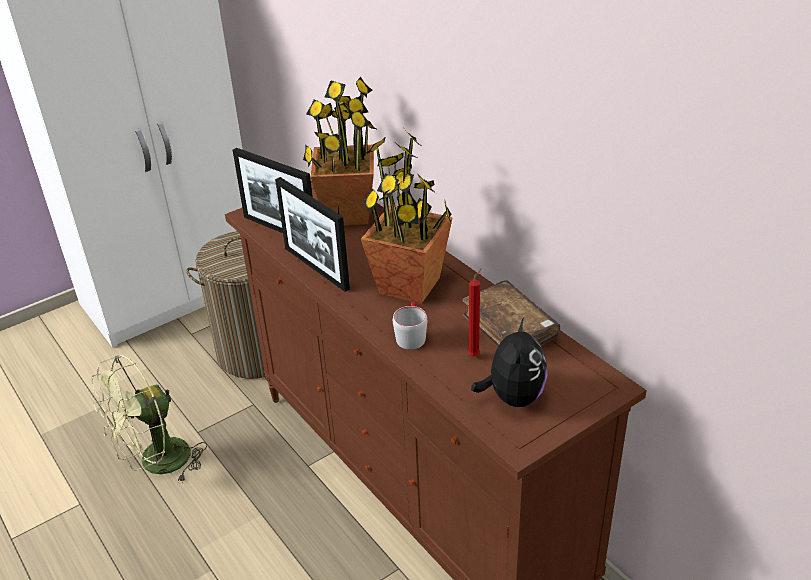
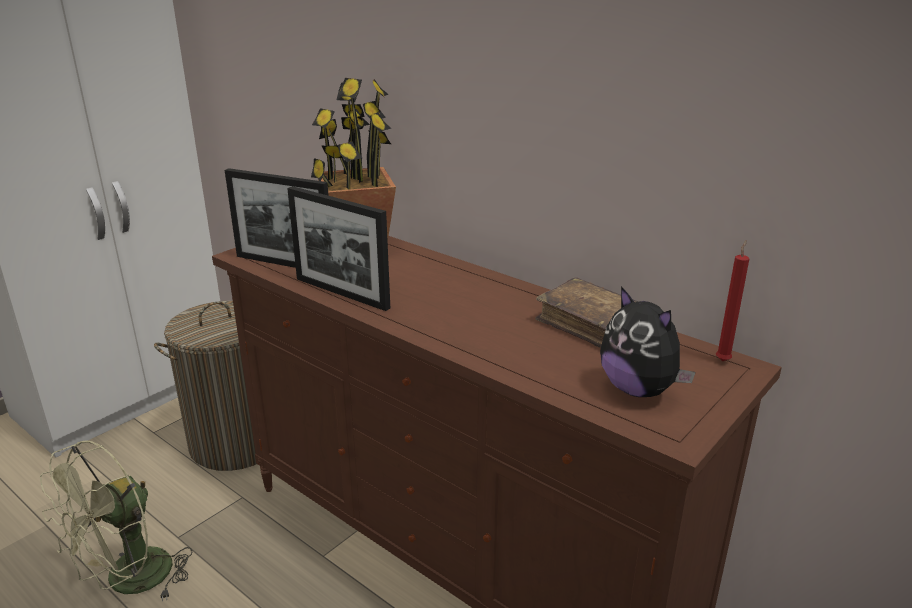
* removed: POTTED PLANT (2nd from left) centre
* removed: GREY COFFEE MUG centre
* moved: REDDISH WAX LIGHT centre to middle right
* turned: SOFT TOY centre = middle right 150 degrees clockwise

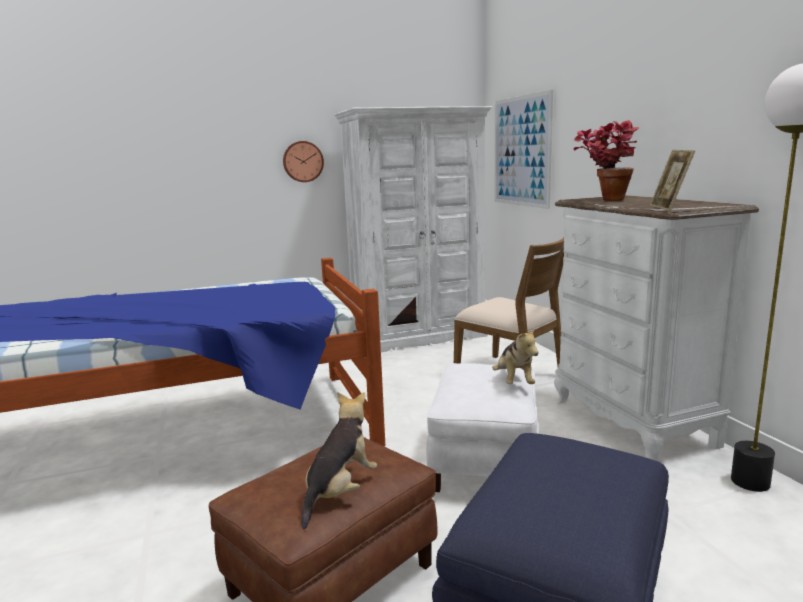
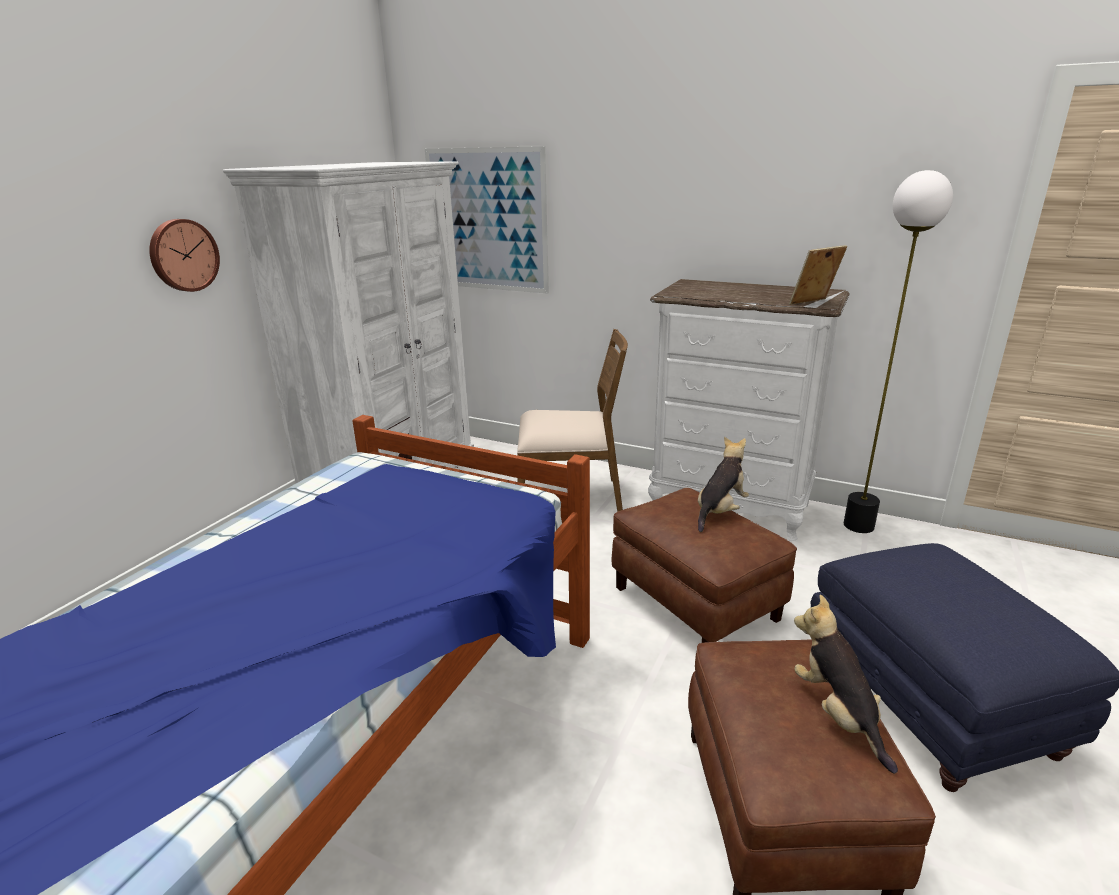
* recoloured: WHITISH POUFFE bottom centre to BROWN POUFFE (1st from left) centre
* turned: SOFT TOY (2nd from left in the first image) centre = centre 90 degrees counterclockwise
* removed: POTTED PLANT top right
* turned: PHOTO FRAME top right = top right 105 degrees clockwise

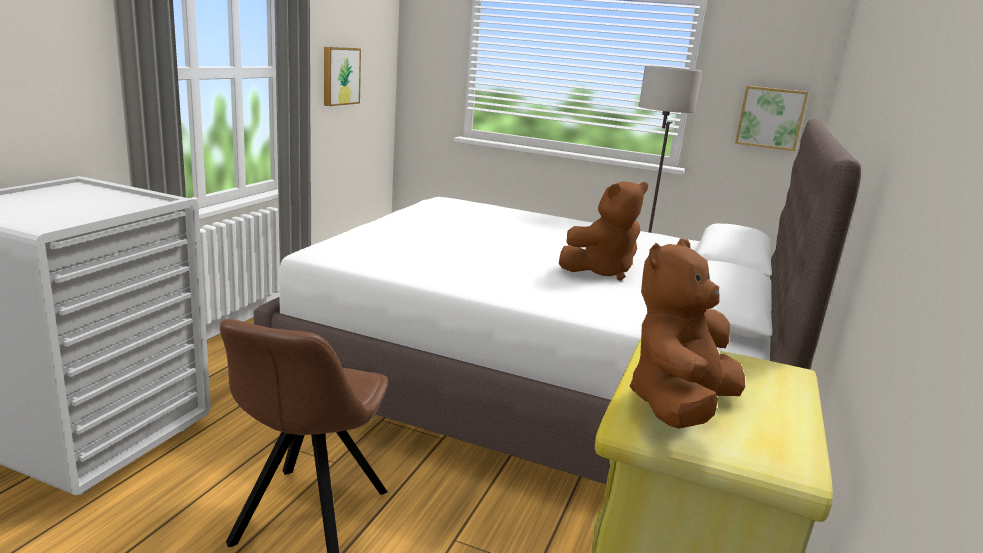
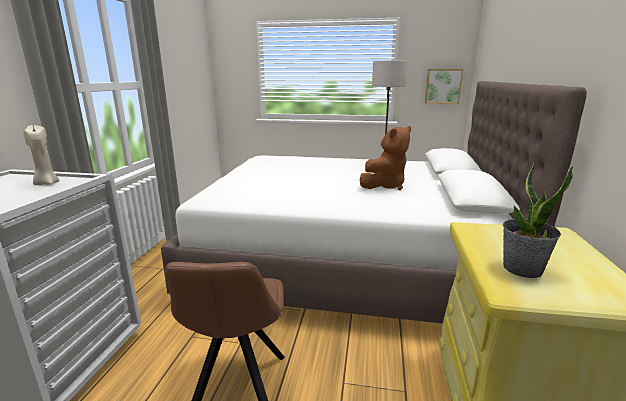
* removed: WALL ART (1st from left) top centre
* replaced: BROWN SOFT TOY (2nd from left) middle right to POTTED PLANT middle right
* added: SAND-COLOURED WAX LIGHT middle left

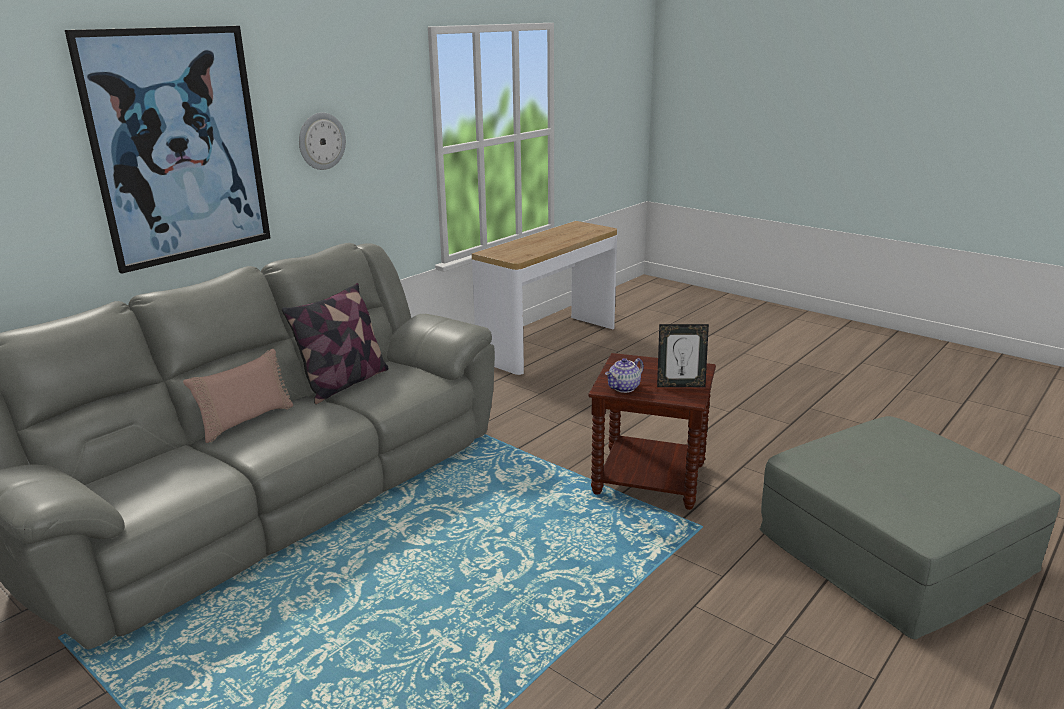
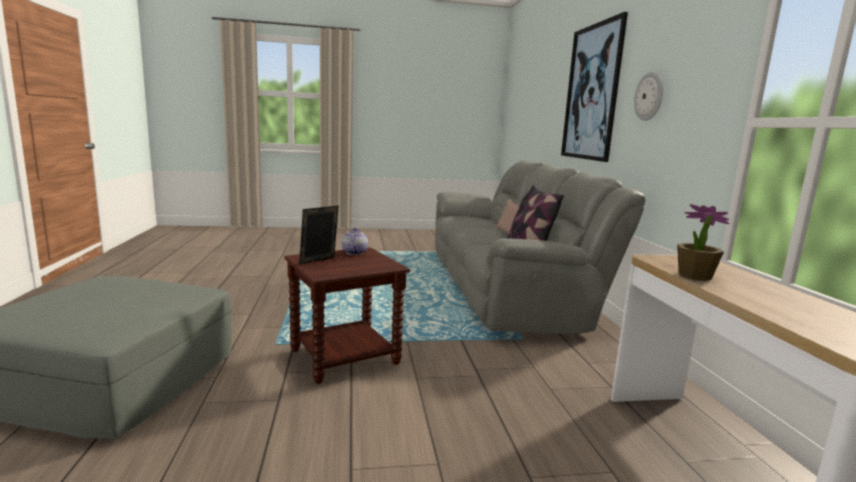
* added: POTTED PLANT middle right

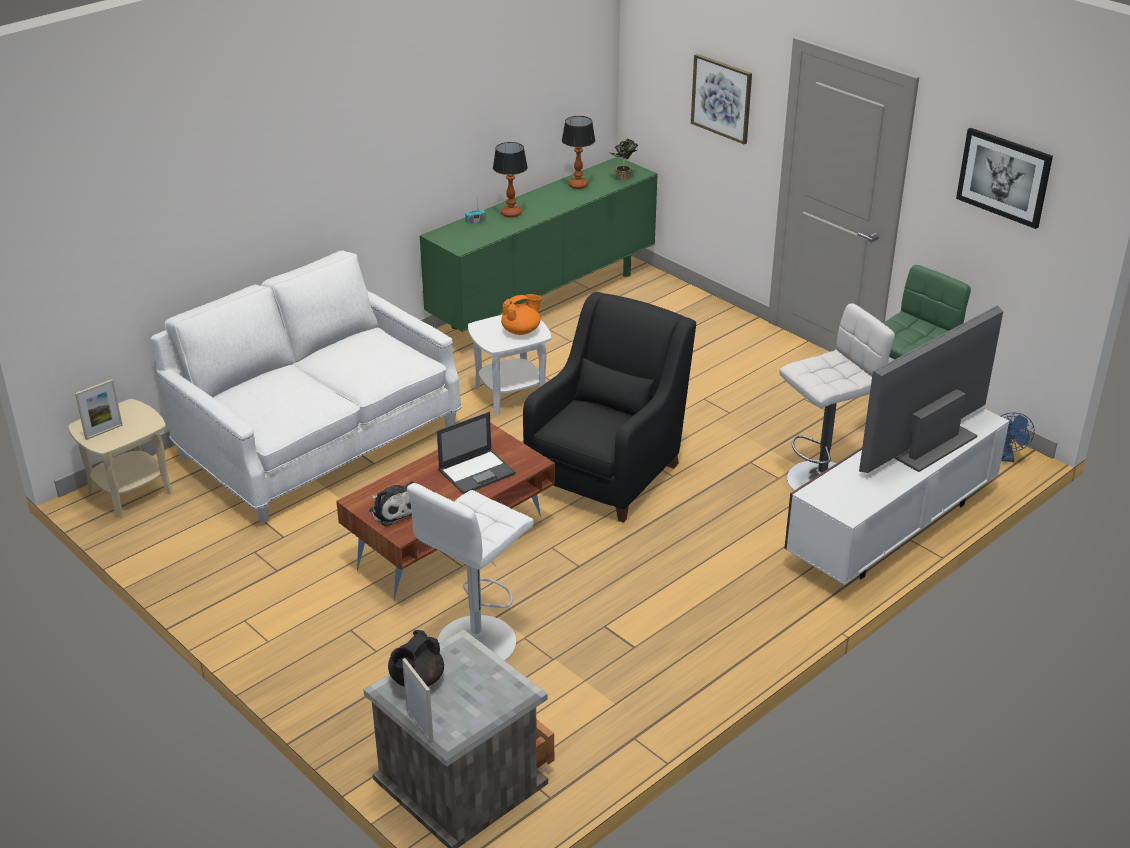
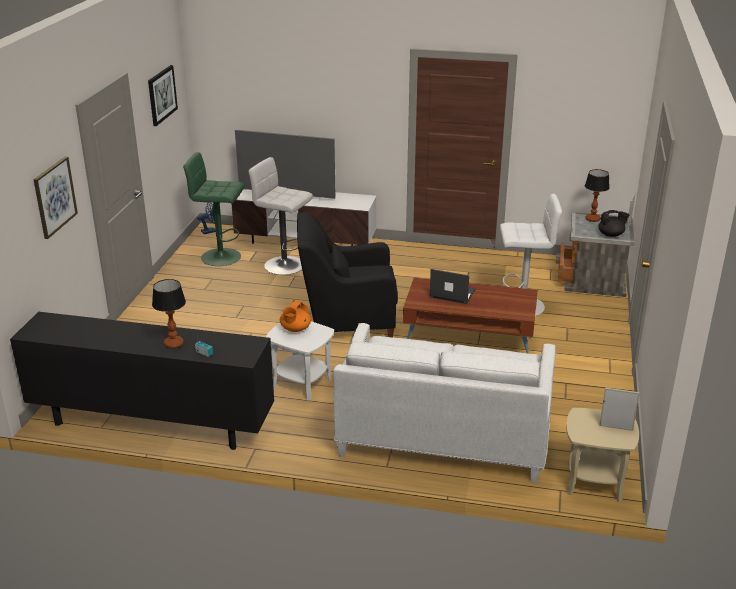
* removed: SOFT TOY centre
* recoloured: GREEN-COLOURED CABINET top centre to BLACK CABINET middle left
* turned: ORANGE TEAPOT centre = centre 90 degrees counterclockwise
* moved: TABLE LAMP (2nd from left) top centre to top right
* removed: POTTED PLANT top centre

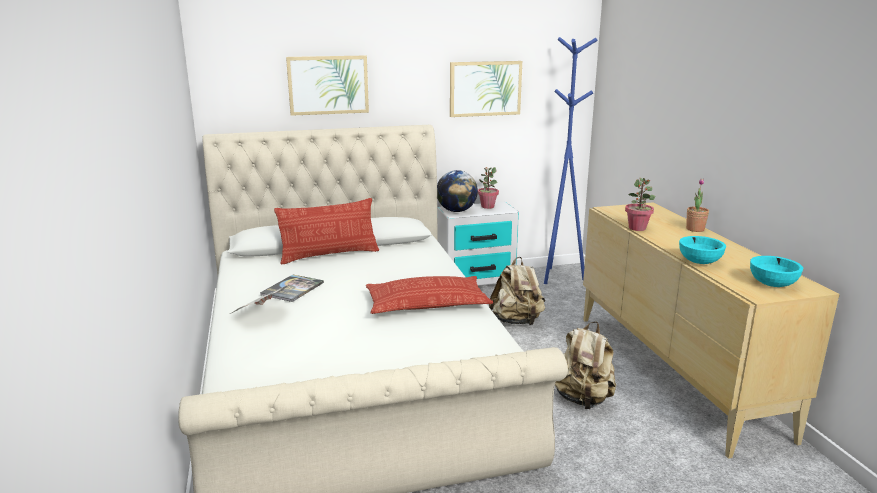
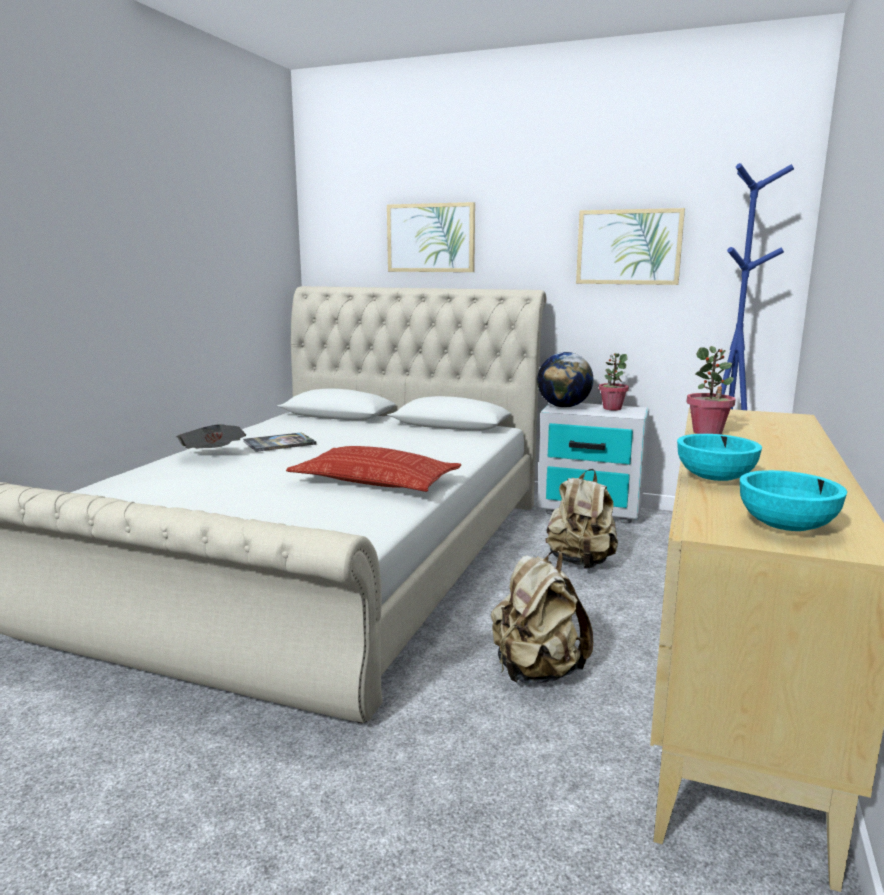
* removed: THROW PILLOW (1st from left) centre
* removed: POTTED PLANT (3rd from left) middle right

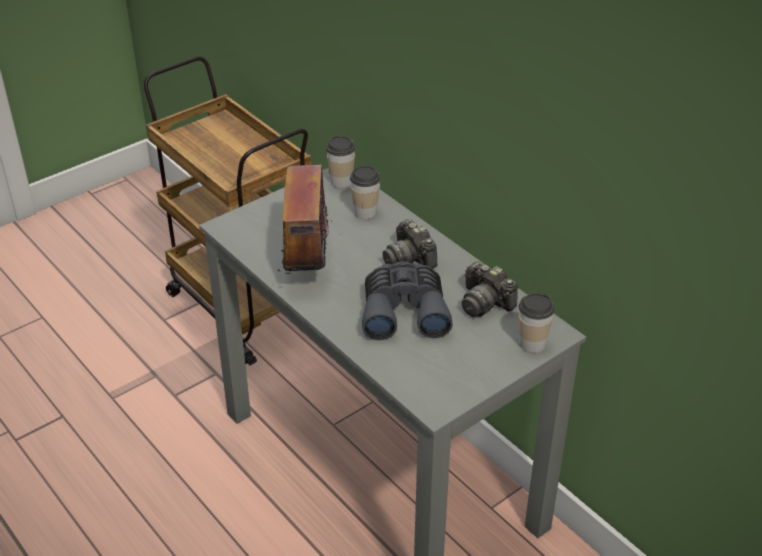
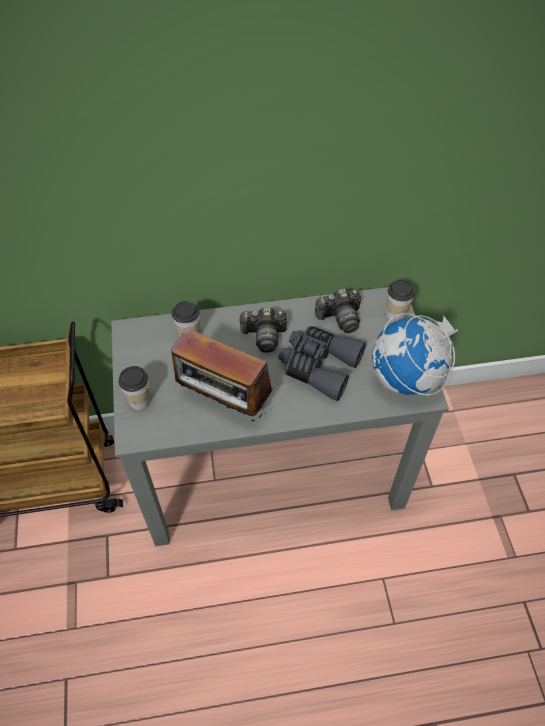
* moved: CUP (1st from left) top centre to middle left
* added: WORLD GLOBE middle right

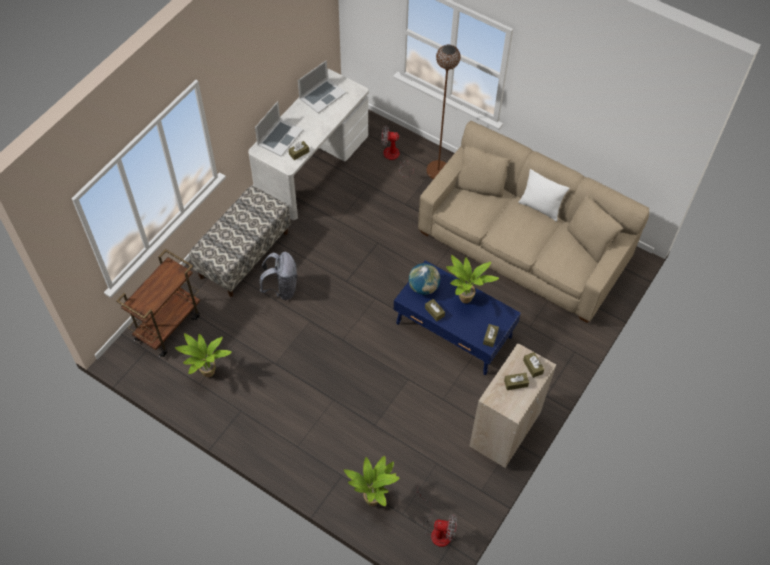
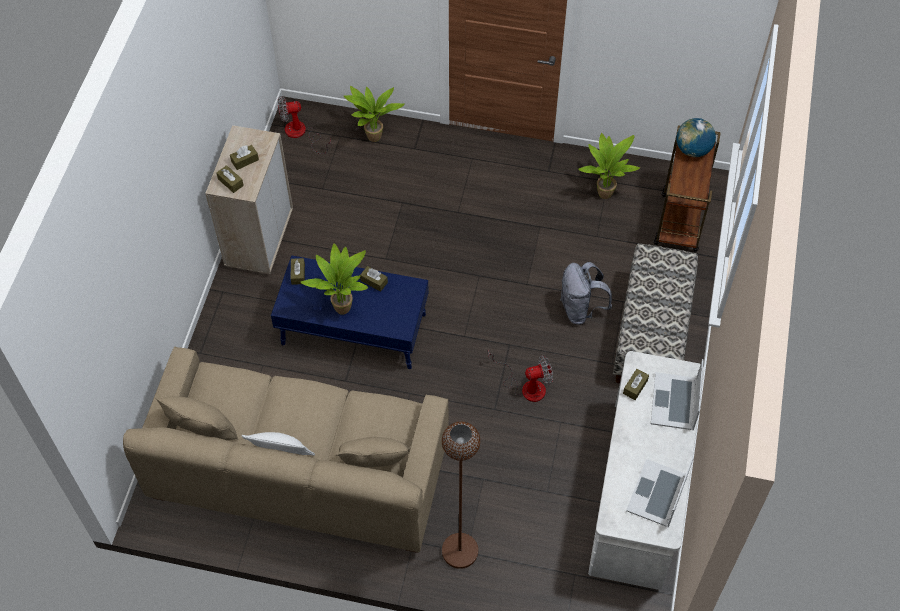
* moved: FAN (1st from left in the first image) top centre to FAN (2nd from left) centre
* moved: WORLD GLOBE centre to top right

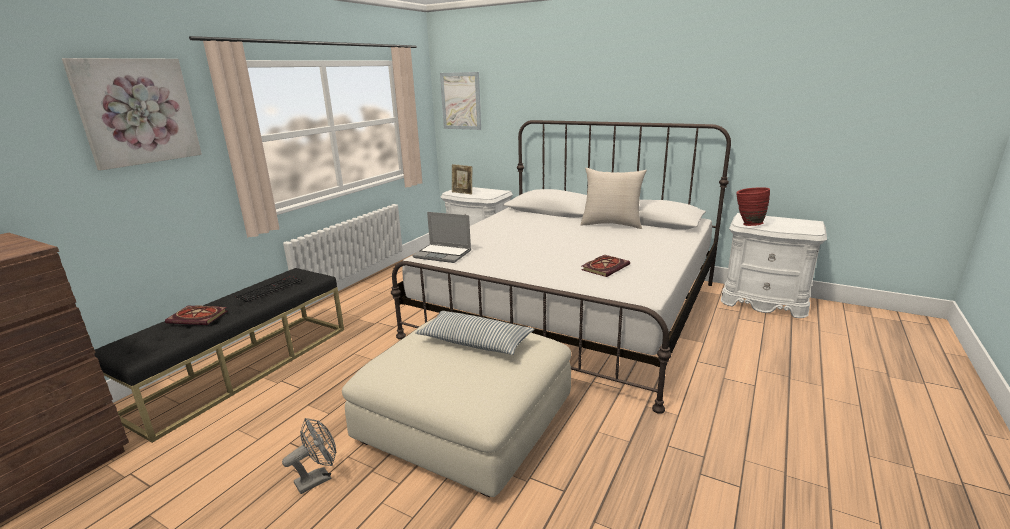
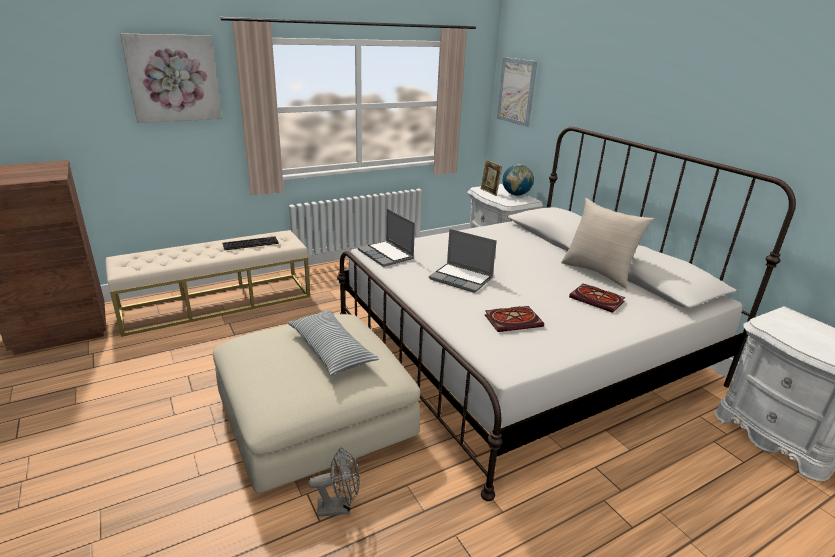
* recoloured: BLACK BENCH bottom left to SAND-COLOURED BENCH middle left
* moved: VOLUME (1st from left in the first image) middle left to VOLUME (2nd from left) middle right
* moved: GREY FAN bottom left to bottom centre
* removed: REDDISH DECORATIVE VASE middle right
* added: LAPTOP (2nd from left) centre
* added: WORLD GLOBE top centre

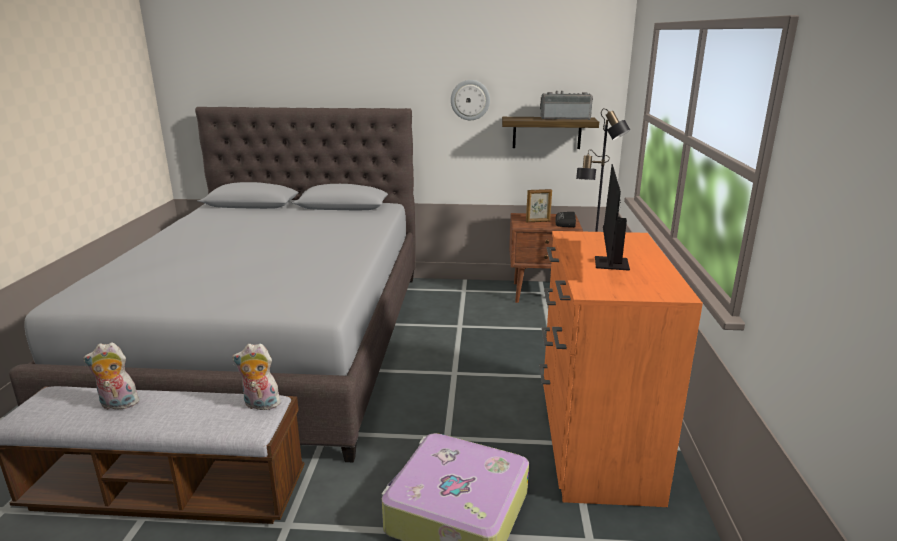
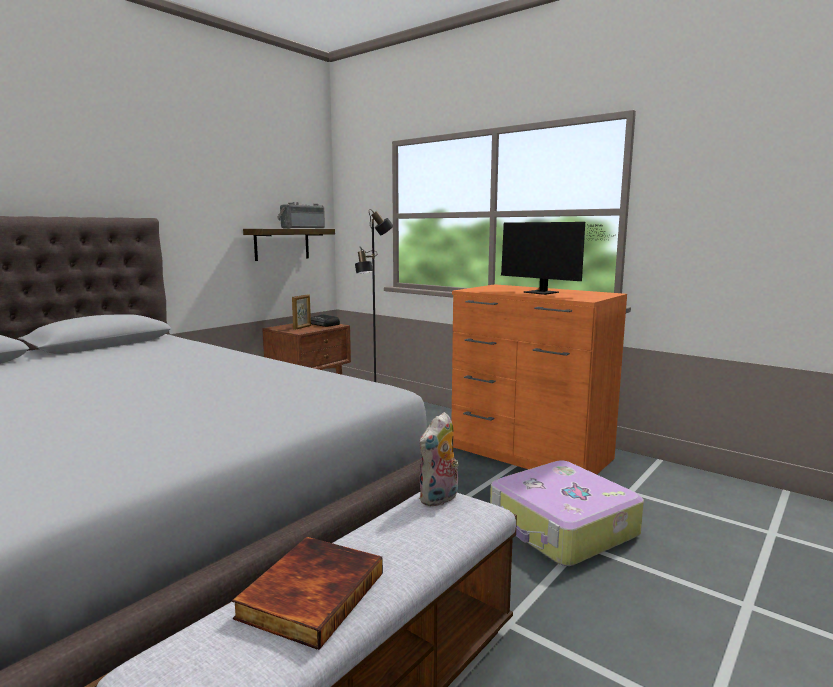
* replaced: SOFT TOY (1st from left) bottom left to VOLUME bottom centre
* removed: HANGING CLOCK top centre

